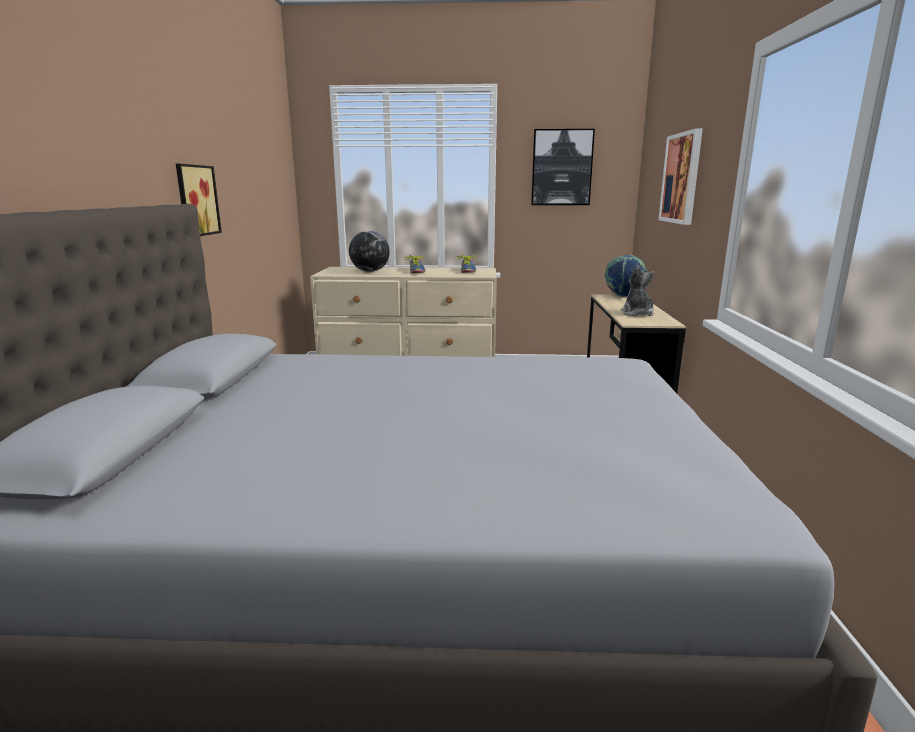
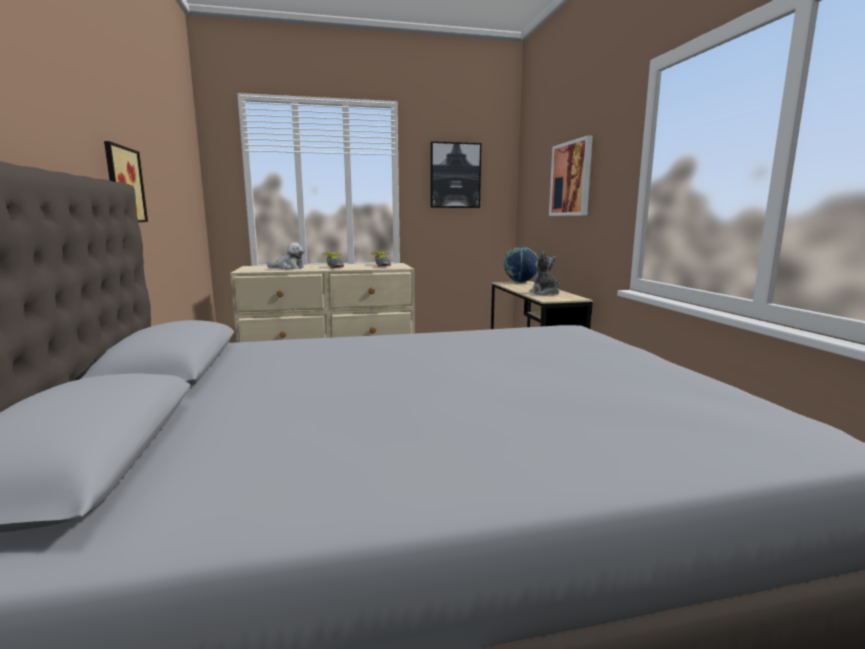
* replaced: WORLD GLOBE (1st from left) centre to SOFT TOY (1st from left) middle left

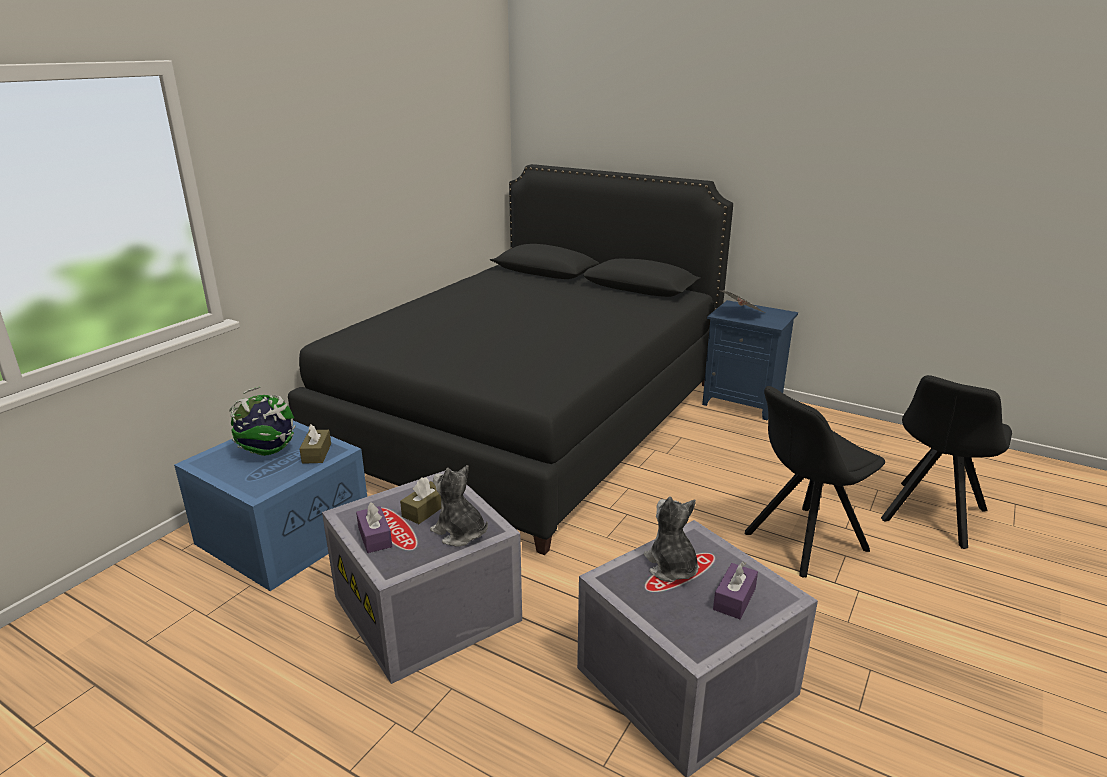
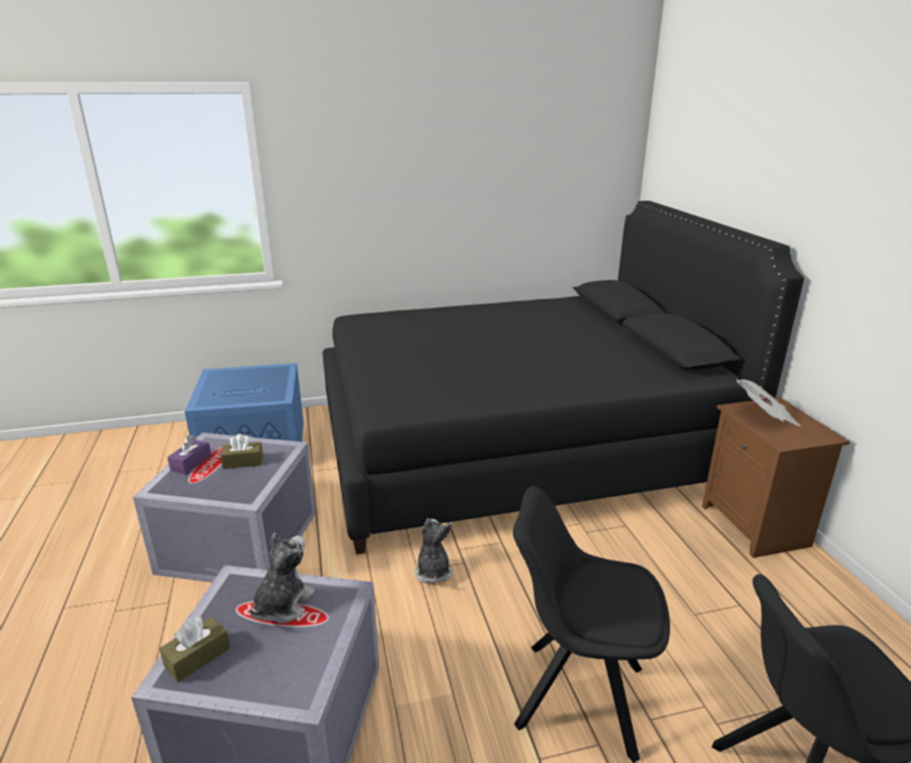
* removed: WORLD GLOBE middle left
* moved: BROWN BOX OF TISSUES (1st from left) middle left to bottom left
* moved: SOFT TOY (1st from left in the first image) centre to SOFT TOY (2nd from left) bottom centre
* recoloured: BLUE-COLOURED NIGHT TABLE middle right to BROWN NIGHT TABLE middle right
* removed: PURPLE-COLOURED BOX OF TISSUES (2nd from left) bottom centre

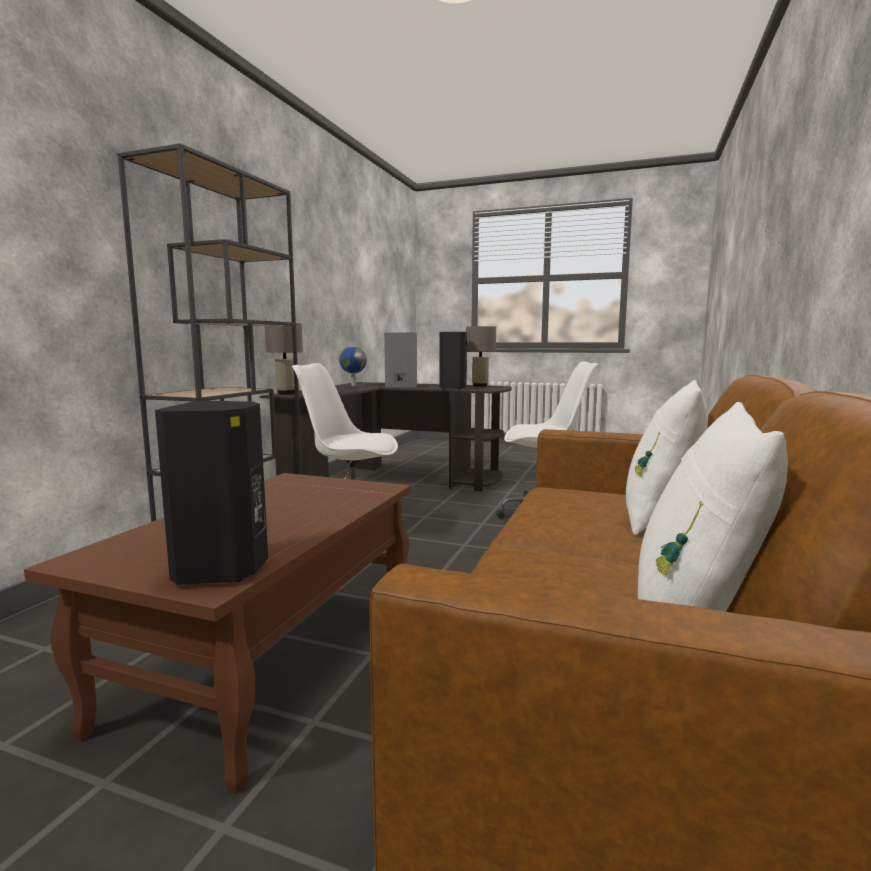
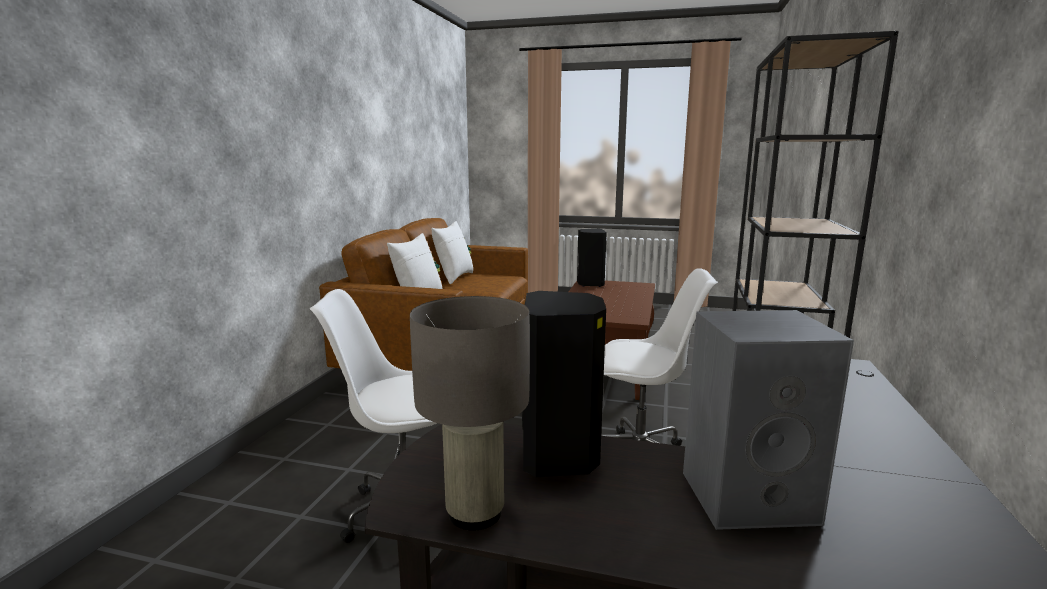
* removed: GREY TABLE LAMP (1st from left) middle left
* removed: WORLD GLOBE centre

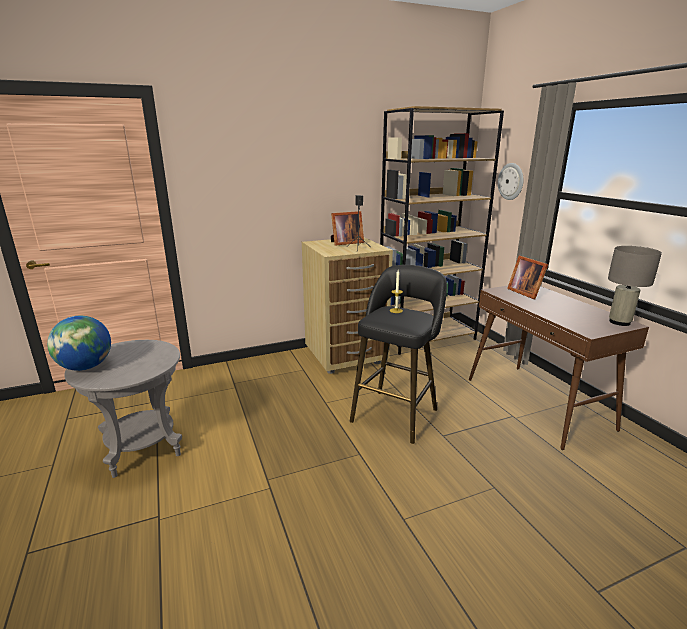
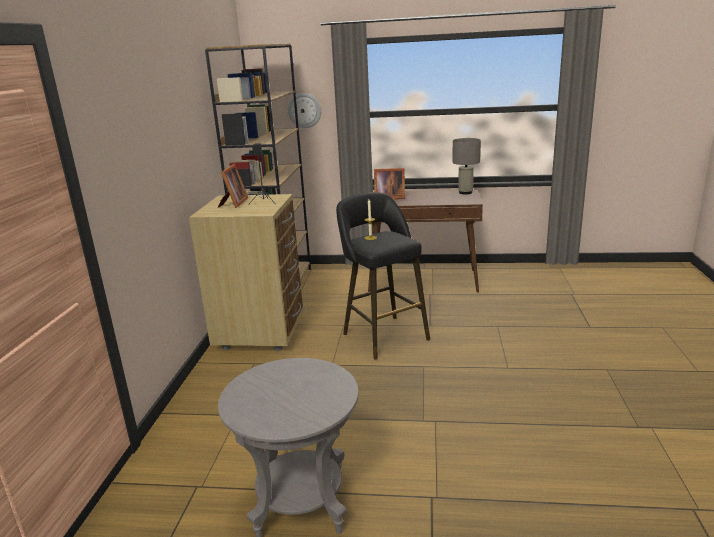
* removed: WORLD GLOBE middle left

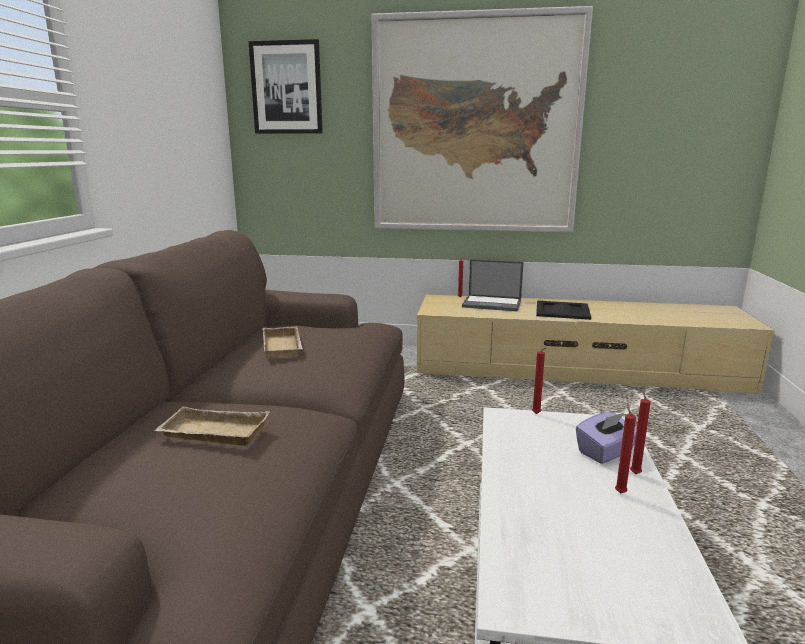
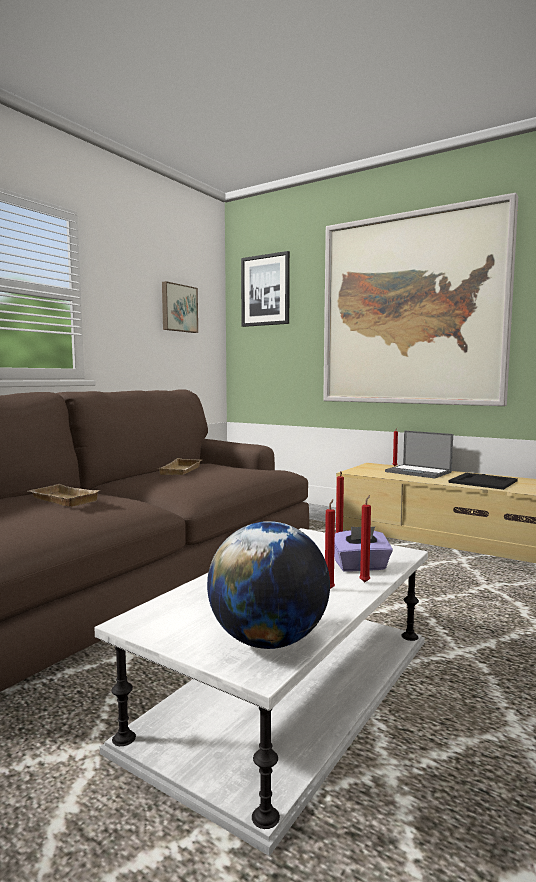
* added: WALL ART (1st from left) centre
* added: WORLD GLOBE centre

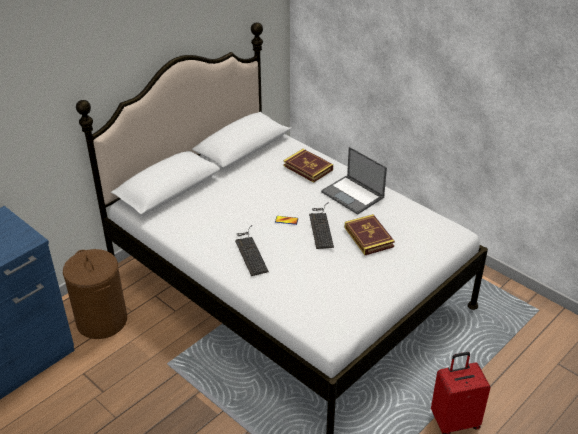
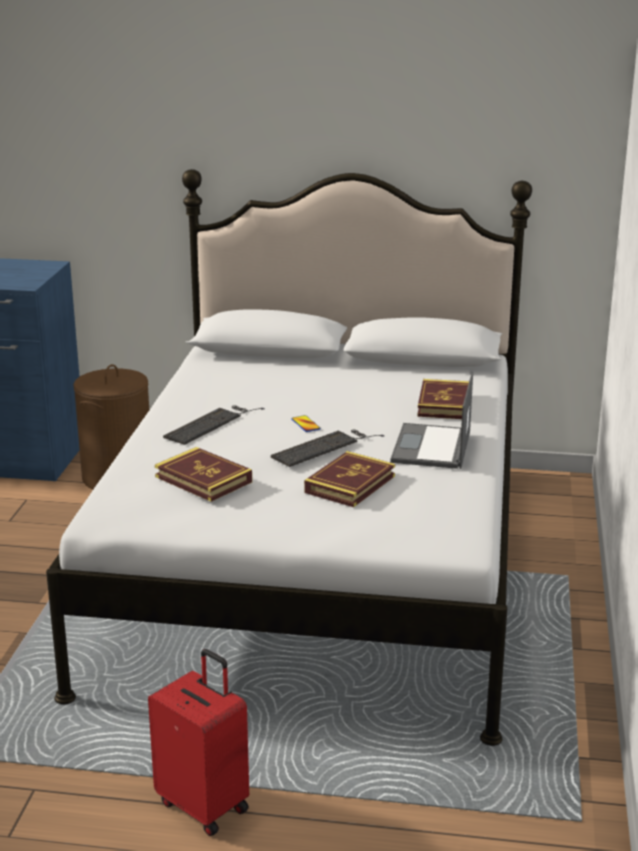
* added: VOLUME (1st from left) middle left

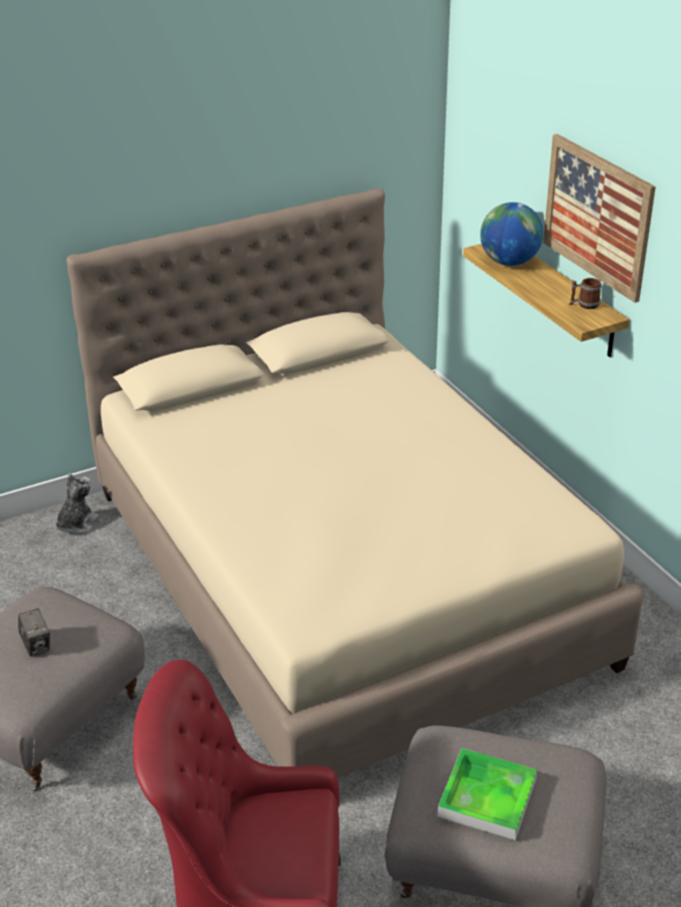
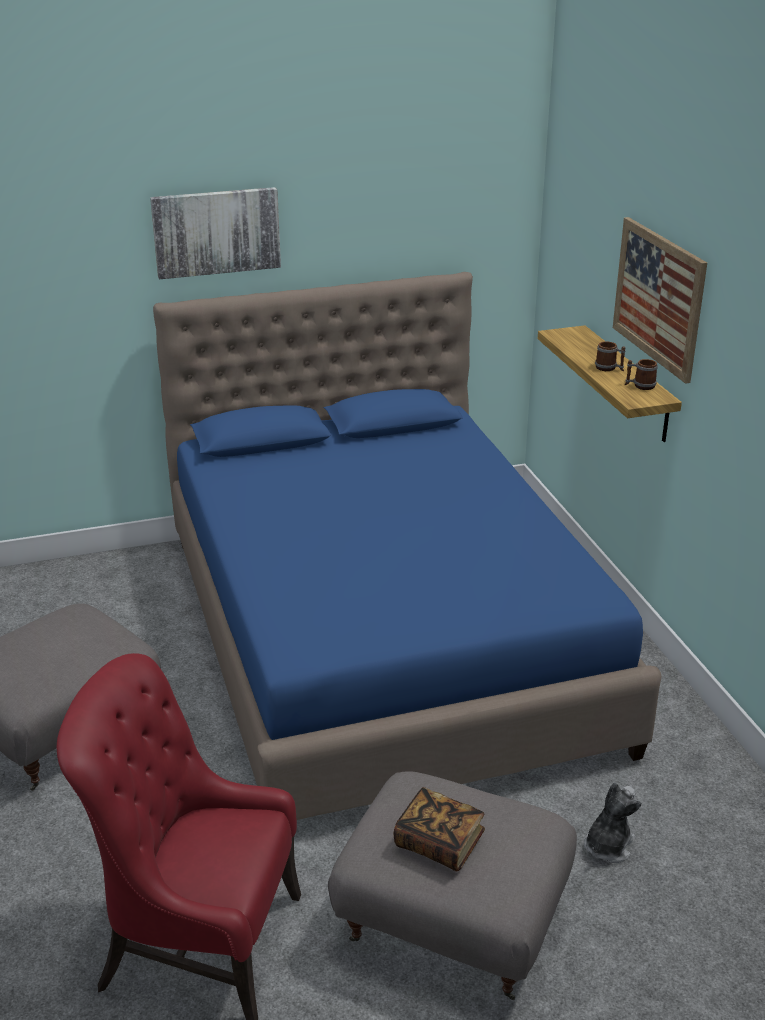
* removed: PHOTO CAMERA bottom left
* moved: SOFT TOY middle left to bottom right
* recoloured: SAND-COLOURED BEDROOM BED centre to BLUE-COLOURED BEDROOM BED centre
* replaced: SERVING TRAY bottom right to VOLUME bottom centre
* removed: WORLD GLOBE top right
* added: WALL ART (1st from left) top left
* added: COFFEE MUG (1st from left) middle right

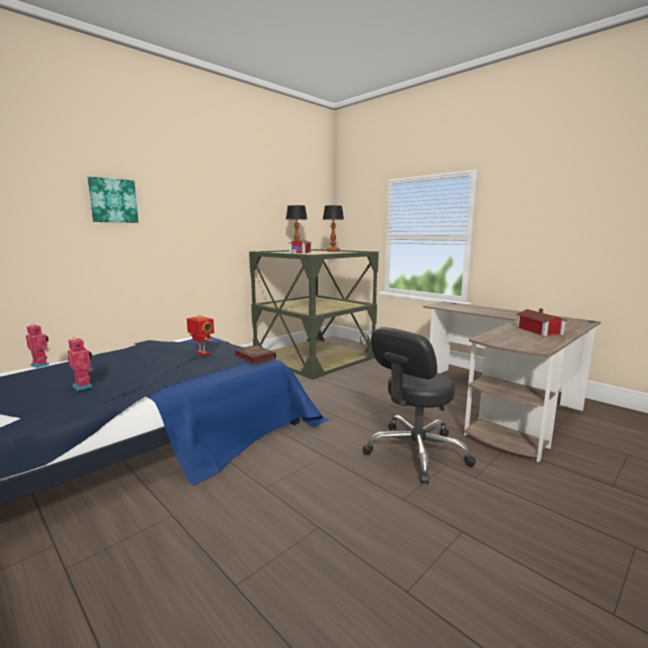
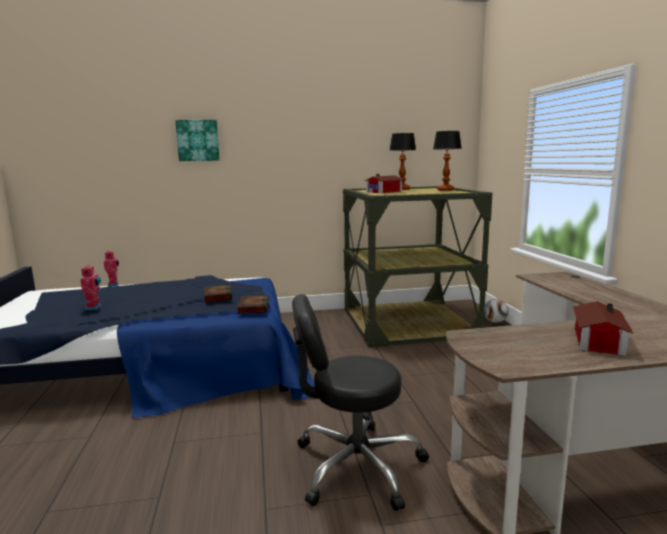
* replaced: MODEL ROBOT (3rd from left) middle left to VOLUME (1st from left) middle left

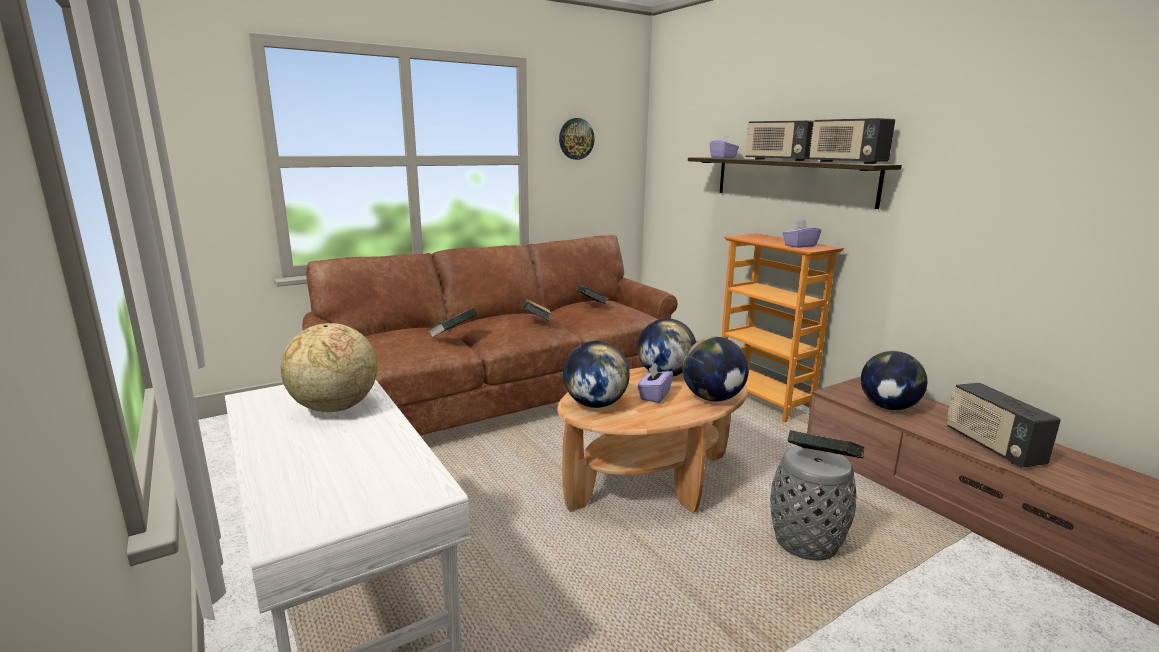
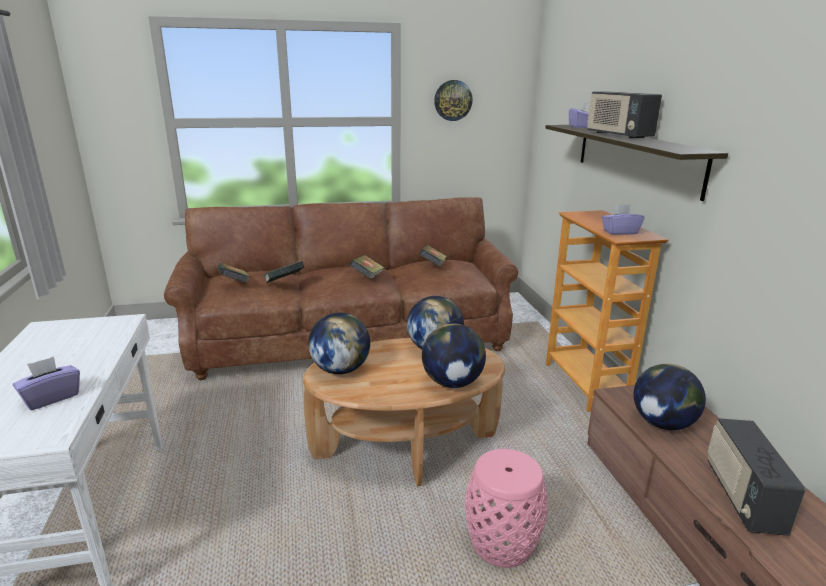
* removed: WORLD GLOBE (1st from left) middle left
* moved: PURPLE-COLOURED BOX OF TISSUES (1st from left) centre to middle left
* recoloured: GREY STOOL SEAT bottom right to PINK STOOL SEAT bottom centre
* moved: VOLUME (4th from left in the first image) bottom right to VOLUME (1st from left) middle left
* removed: RADIO (2nd from left) top right

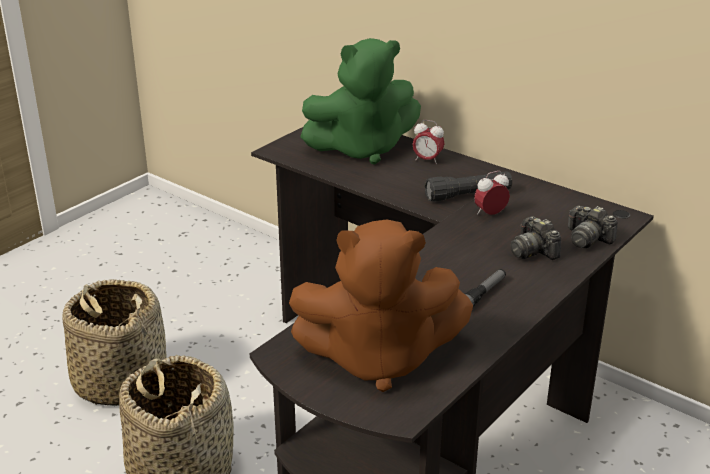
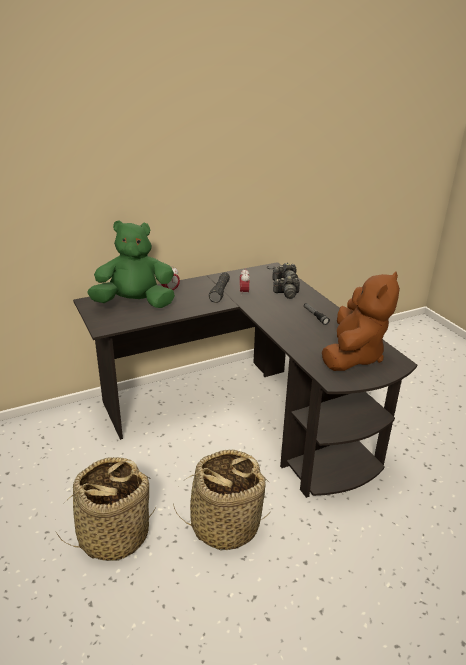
* turned: GREEN-COLOURED SOFT TOY top centre = middle left 105 degrees counterclockwise

